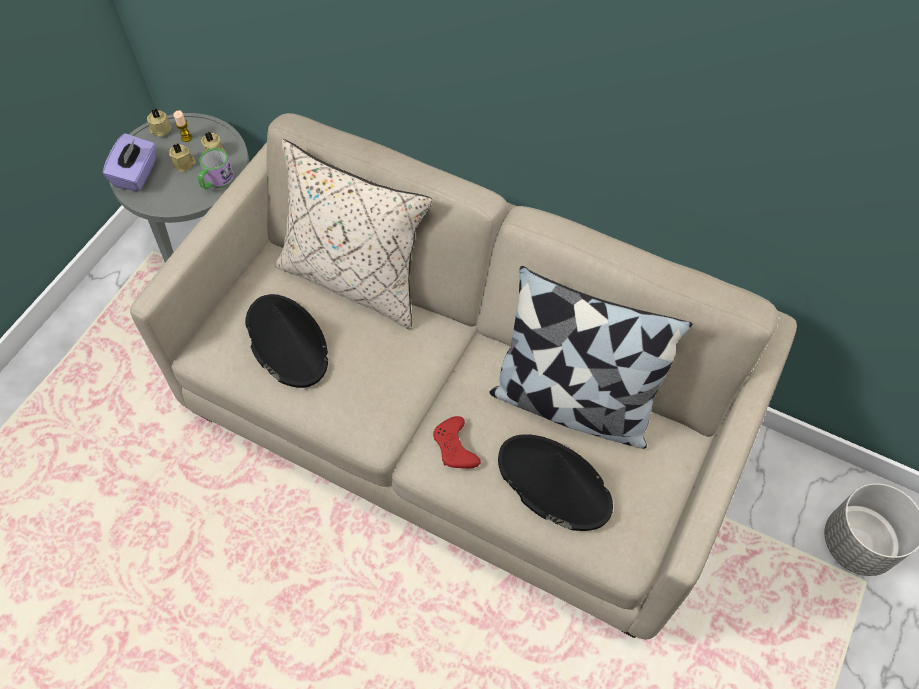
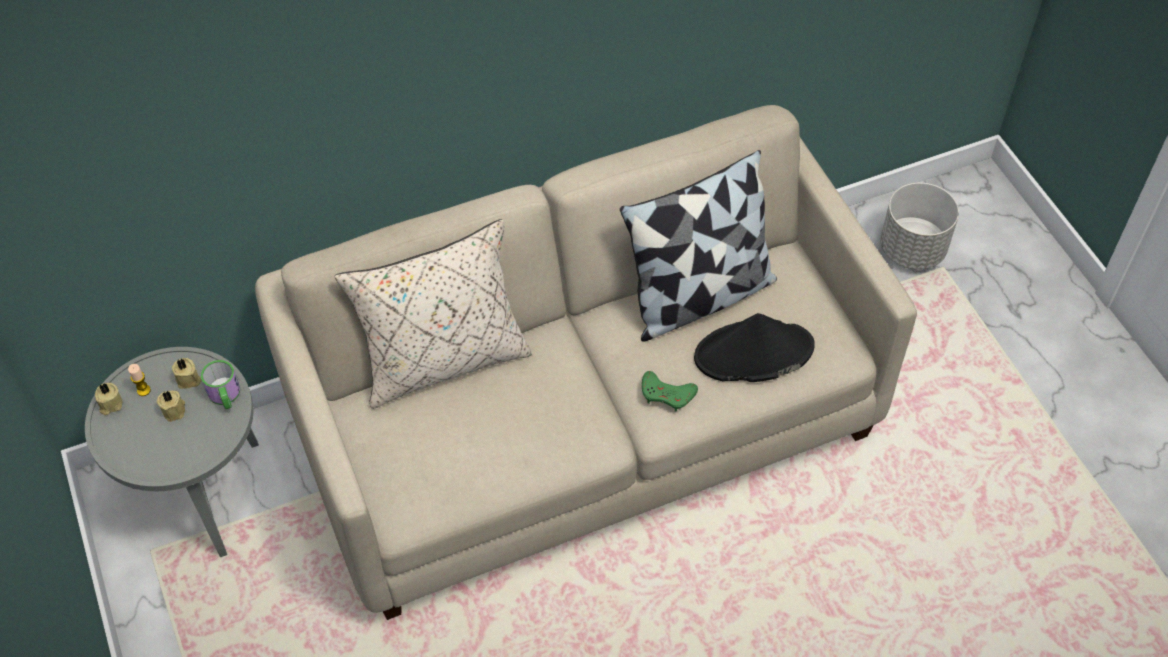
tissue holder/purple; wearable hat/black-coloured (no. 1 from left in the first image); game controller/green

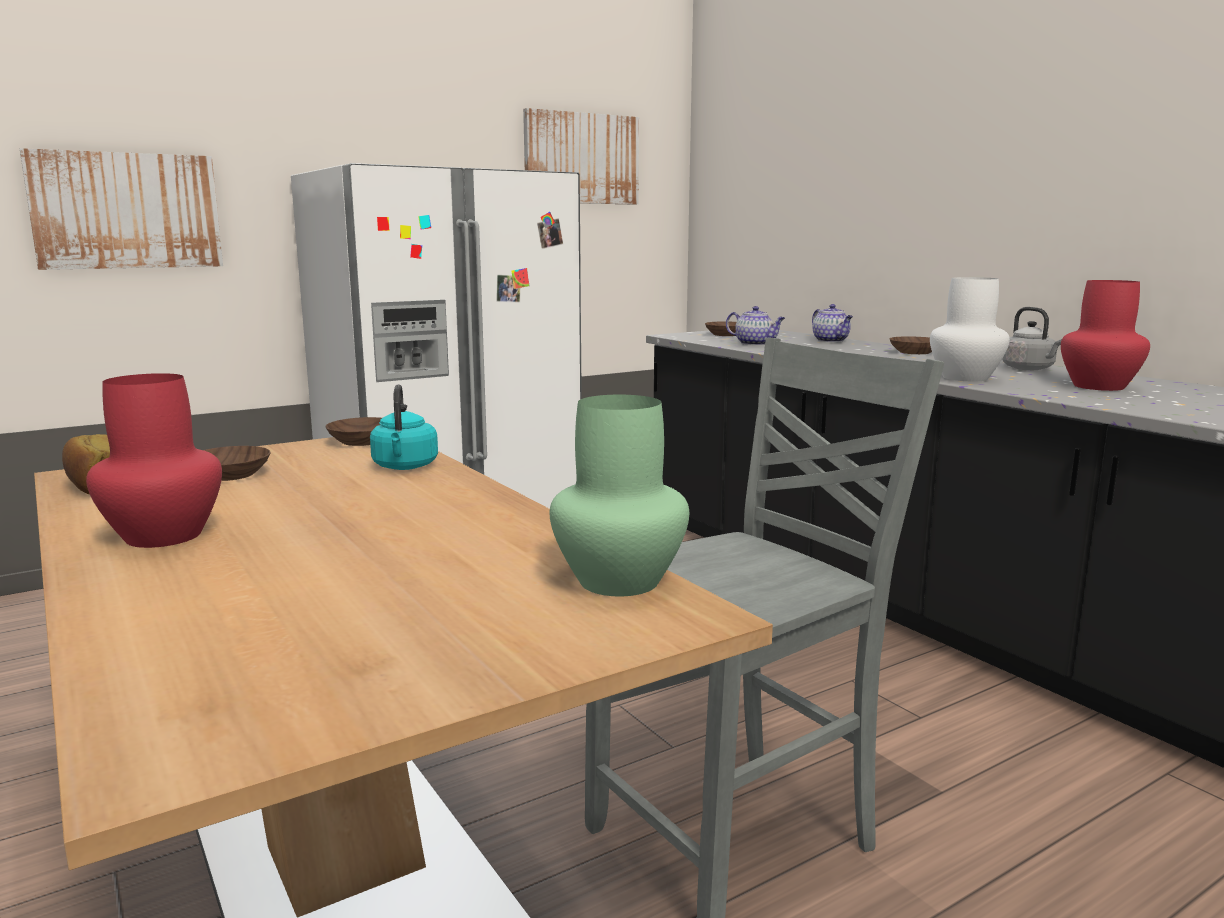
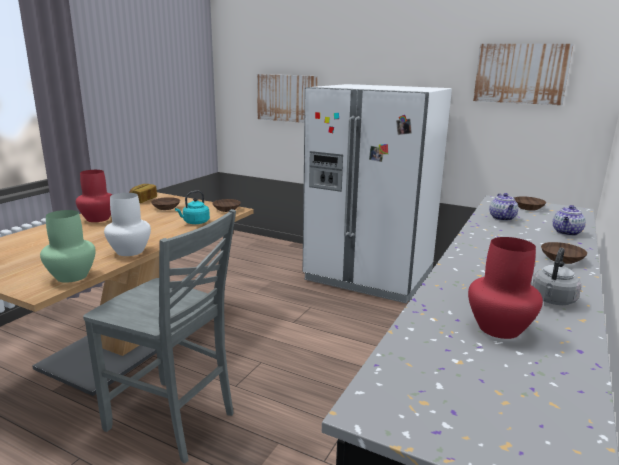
vase/white-coloured

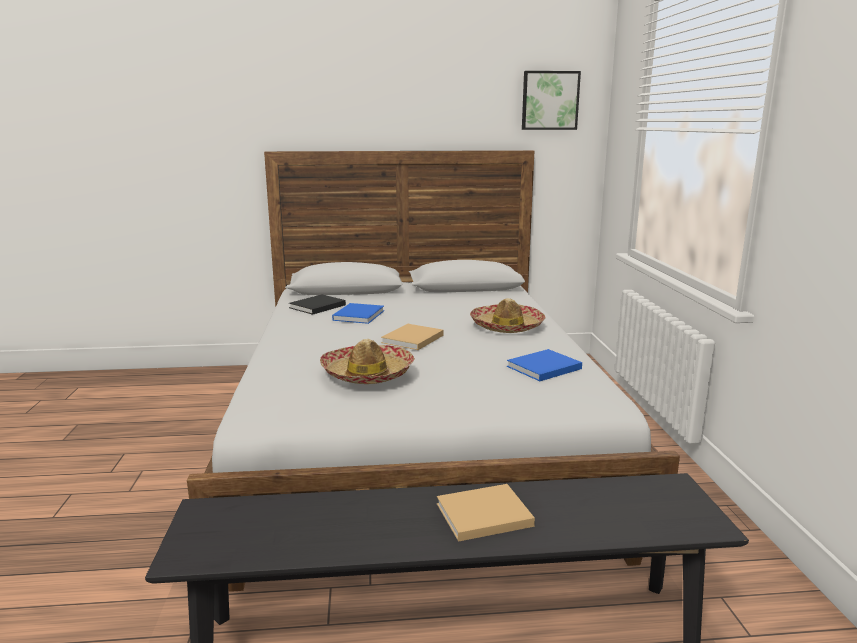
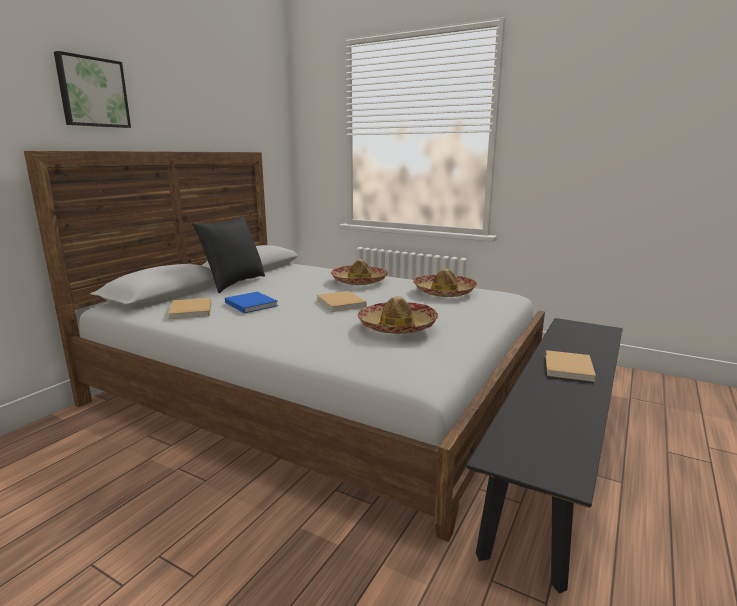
bound book/beige (no. 1 from left); wearable hat (no. 3 from left); wall art; pillow/black-coloured

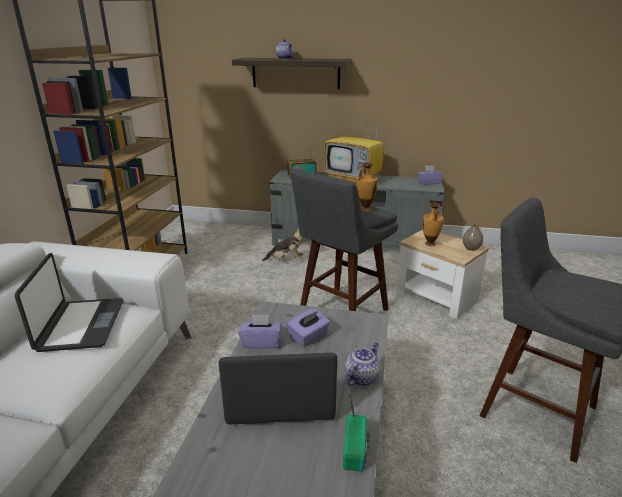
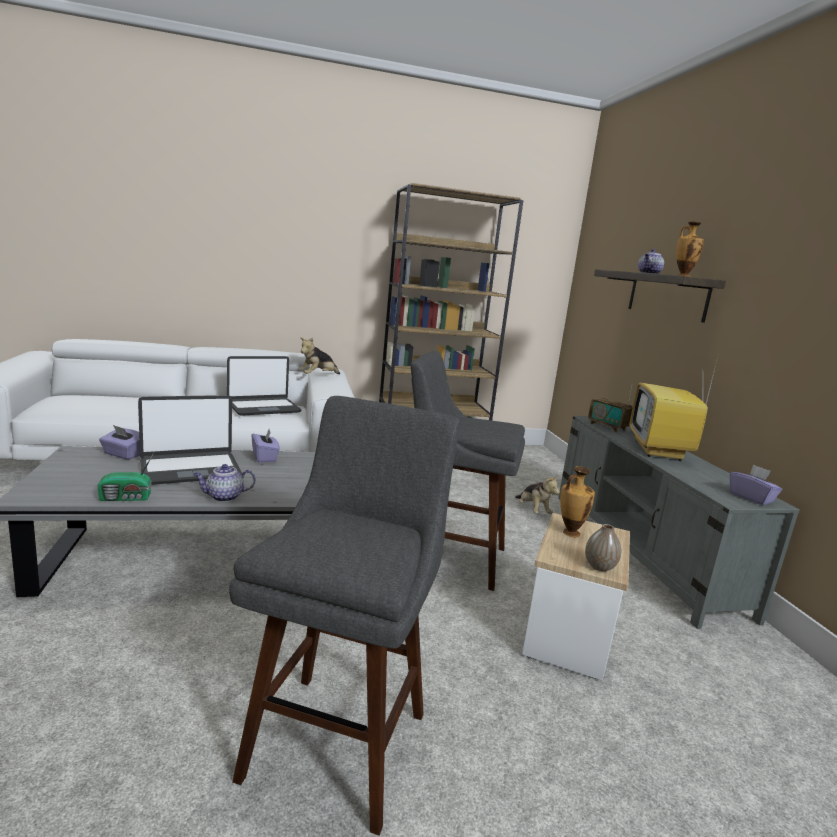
notebook computer (no. 1 from left); tissue holder/purple (no. 1 from left); tea pot (no. 1 from left); vase (no. 3 from left); plush toy (no. 1 from left)

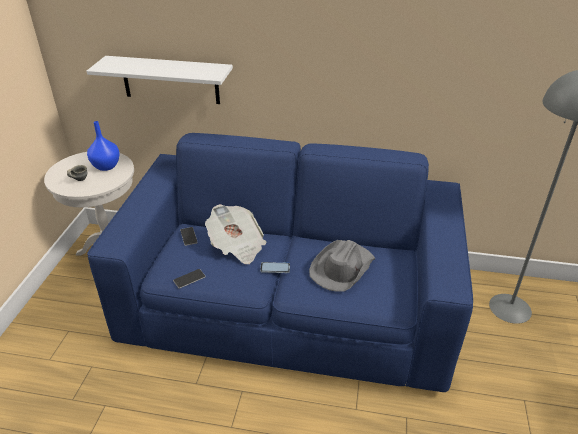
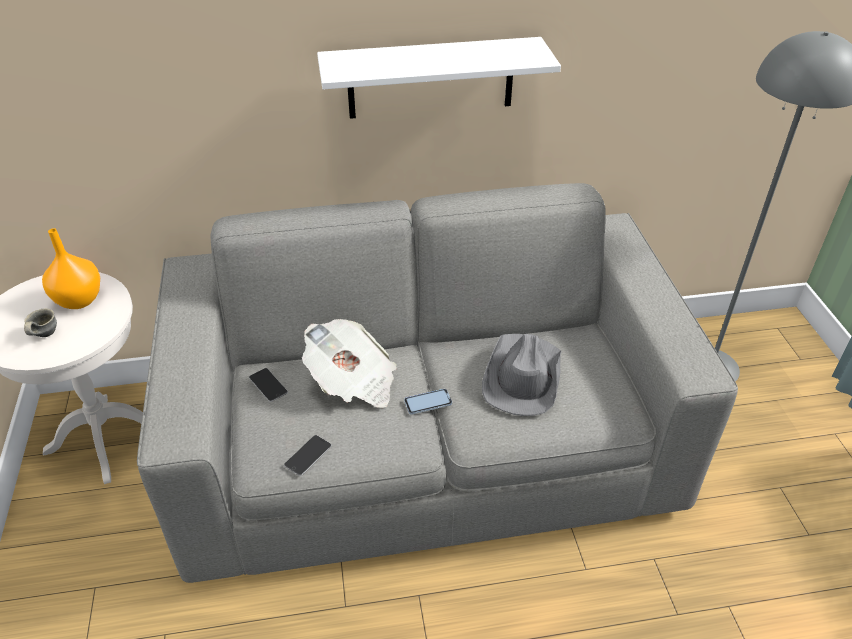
shelf/white-coloured; vase/orange-coloured; settee/gray

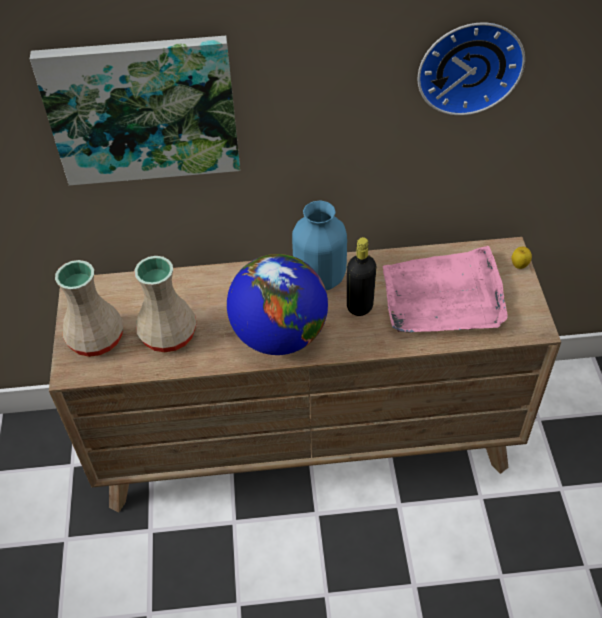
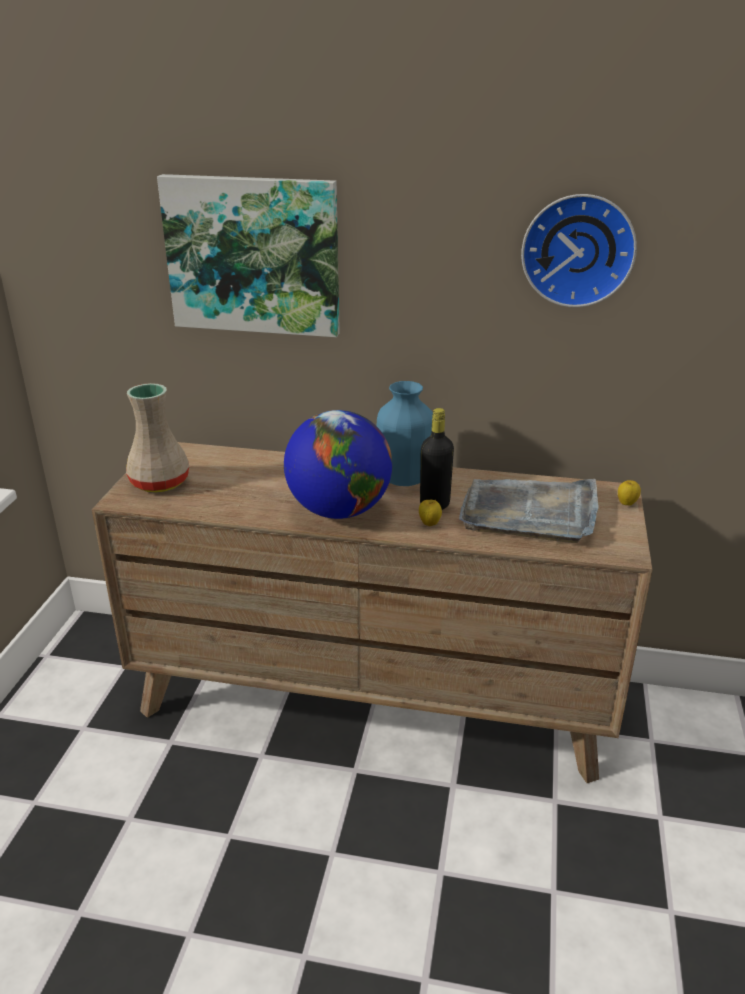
vase/beige (no. 2 from left in the first image); carrying tray/gray; apple fruit (no. 1 from left)

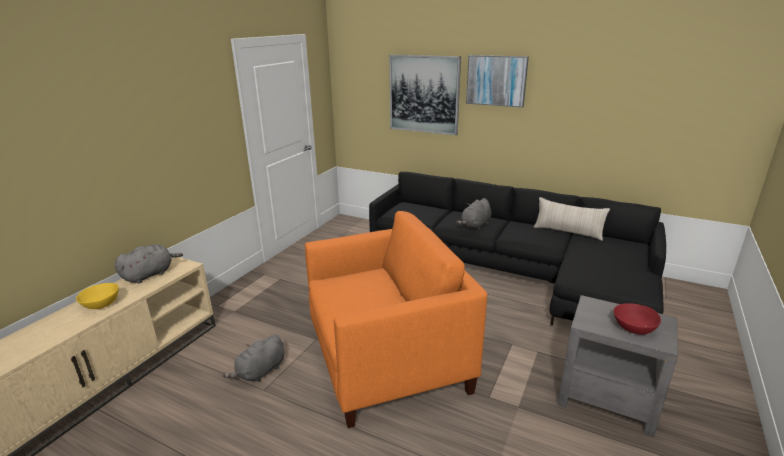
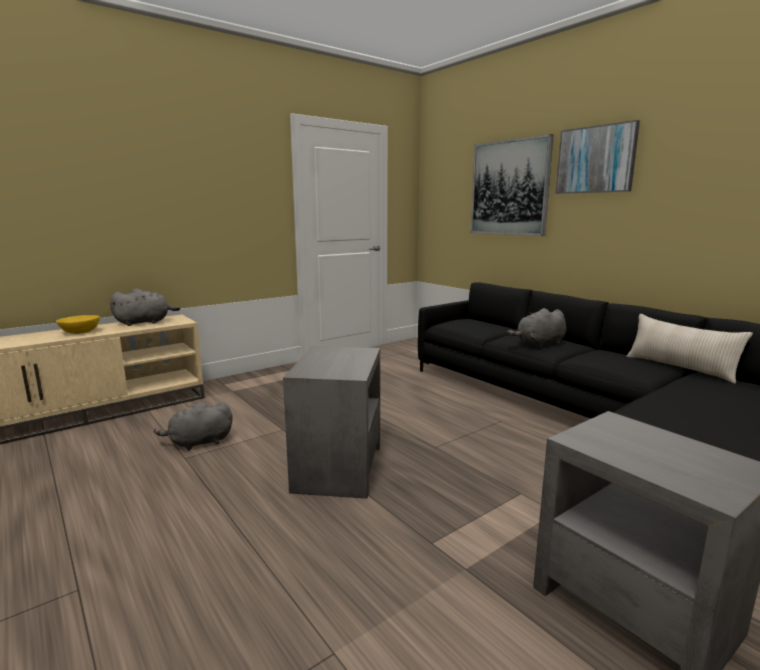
end table/gray (no. 1 from left); serving bowl/red

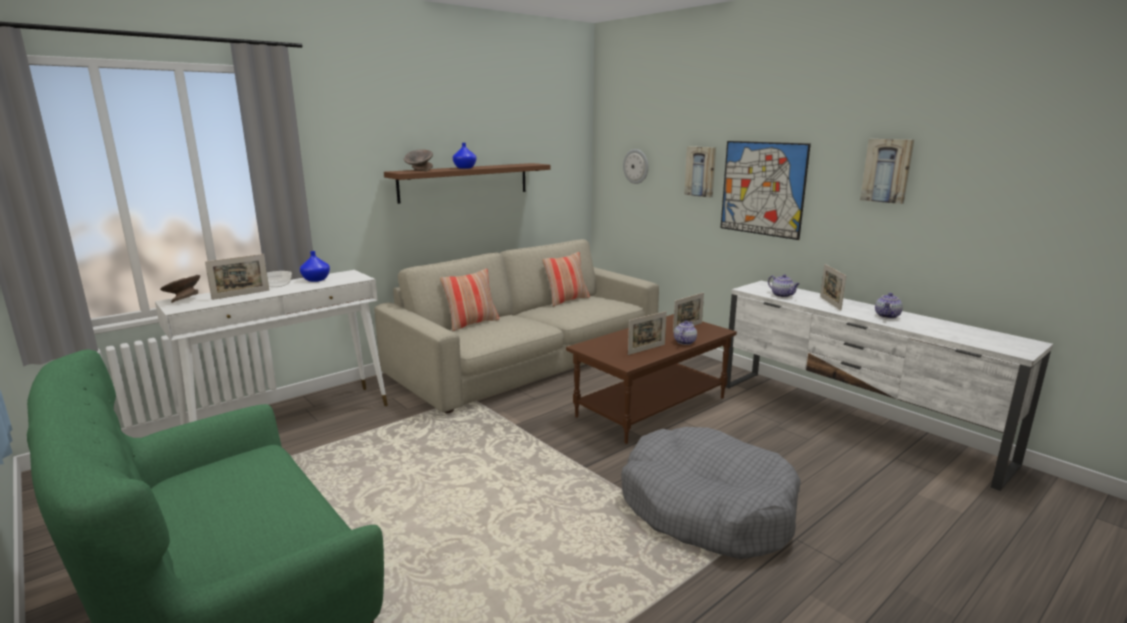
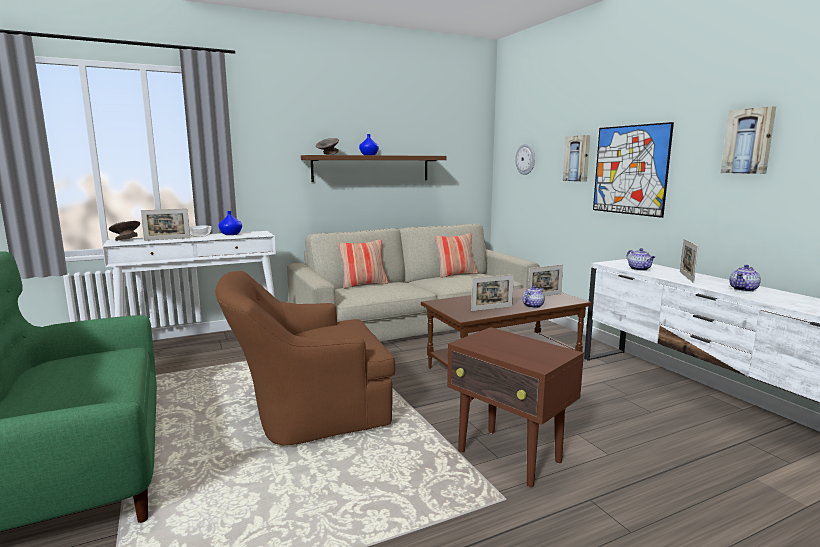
end table/brown; armchair/brown

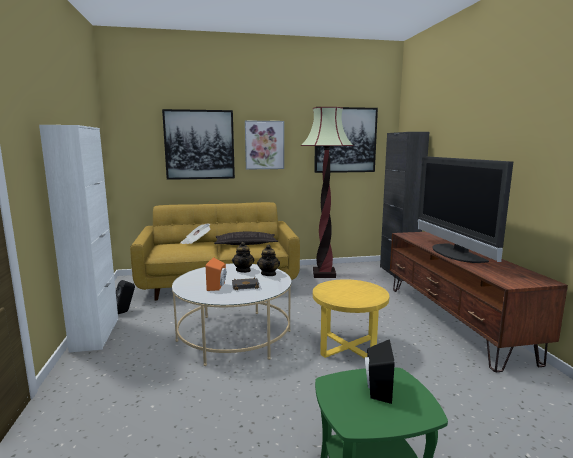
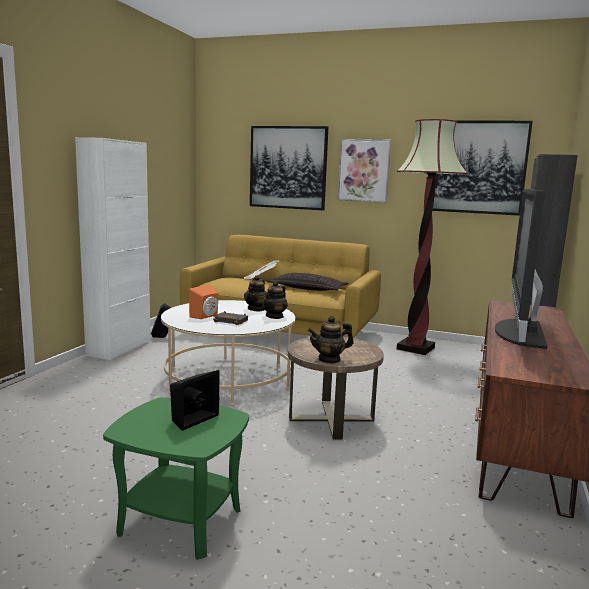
end table/brown; tea pot (no. 3 from left)

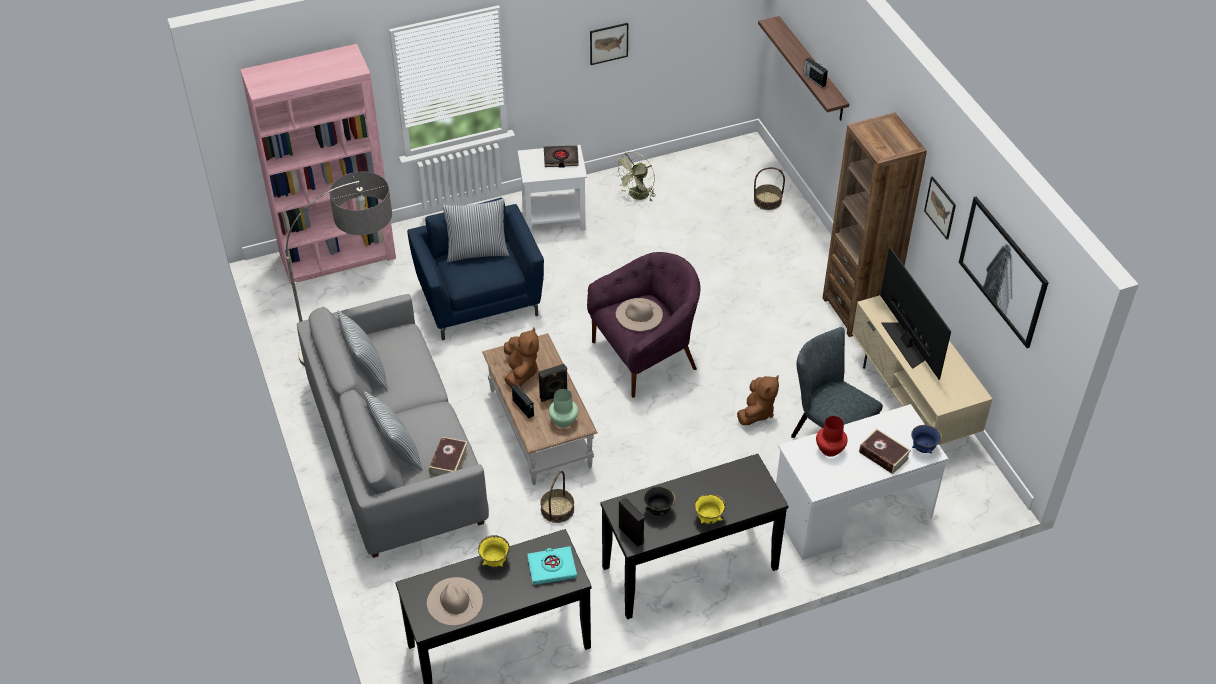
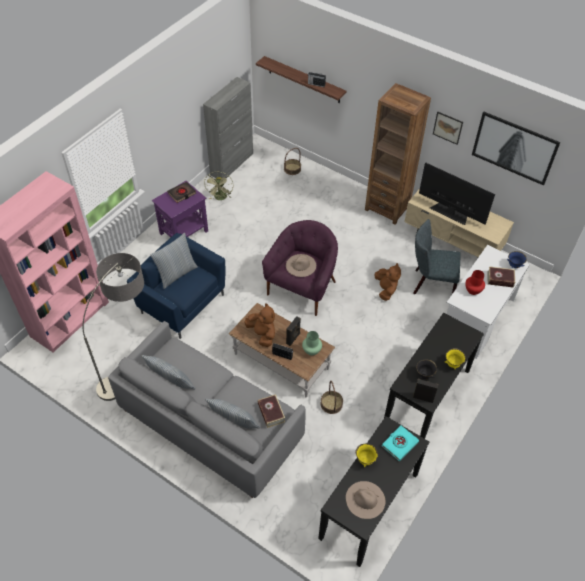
end table/purple; wall art (no. 1 from left in the first image); cupboard/gray

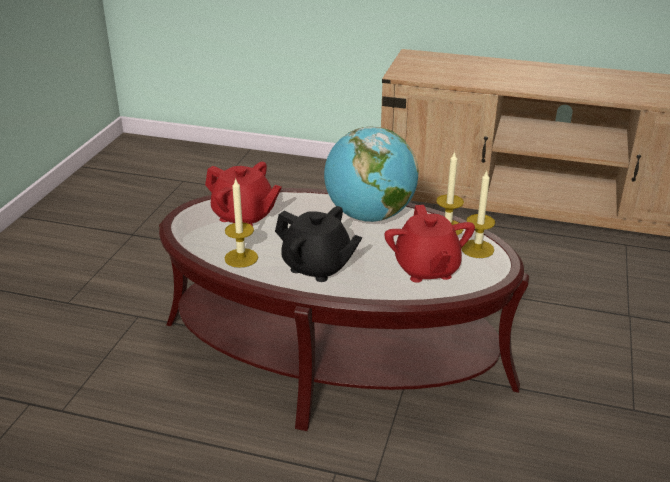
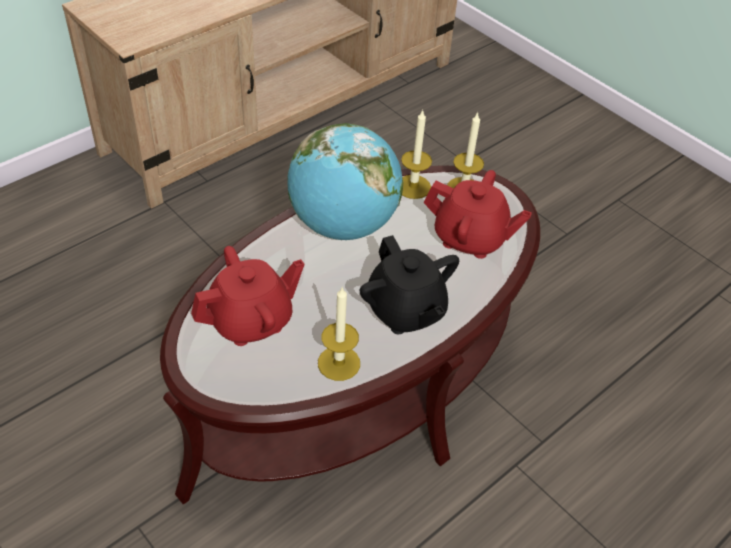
tea pot/black-coloured

